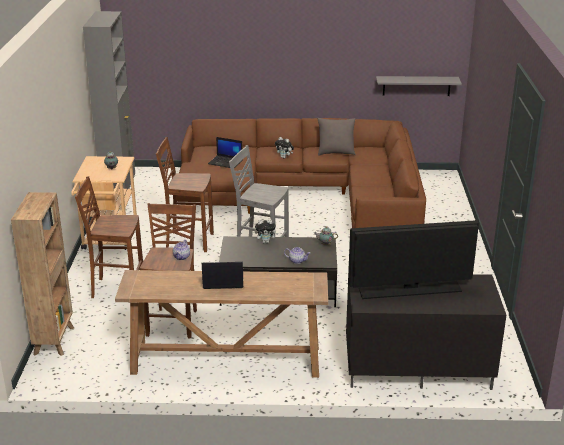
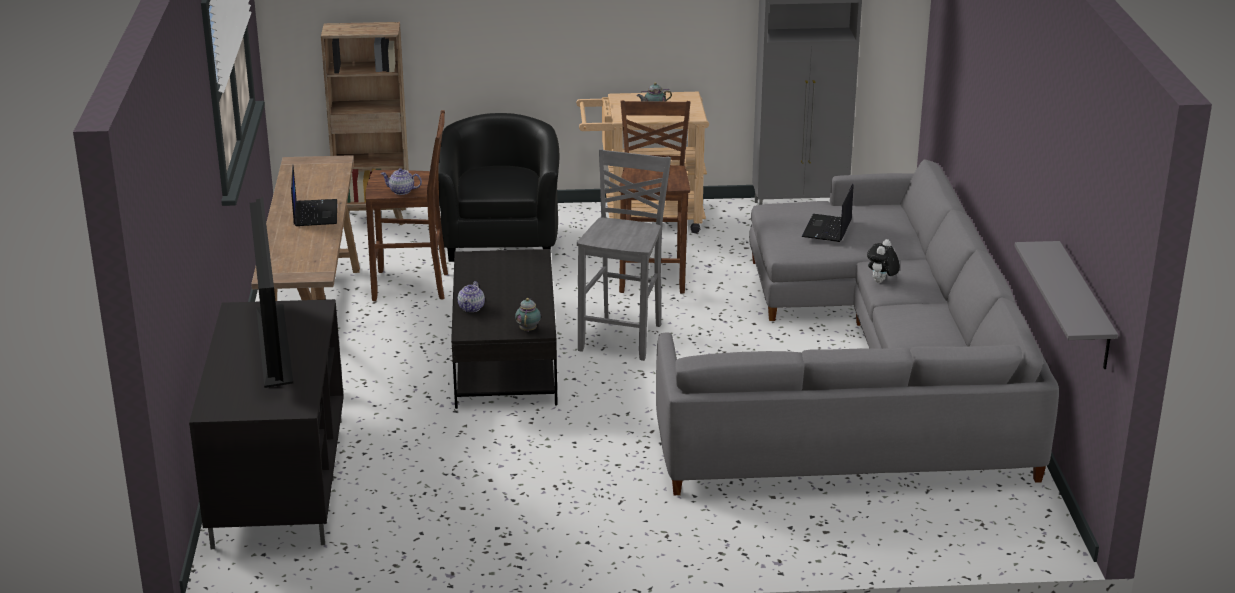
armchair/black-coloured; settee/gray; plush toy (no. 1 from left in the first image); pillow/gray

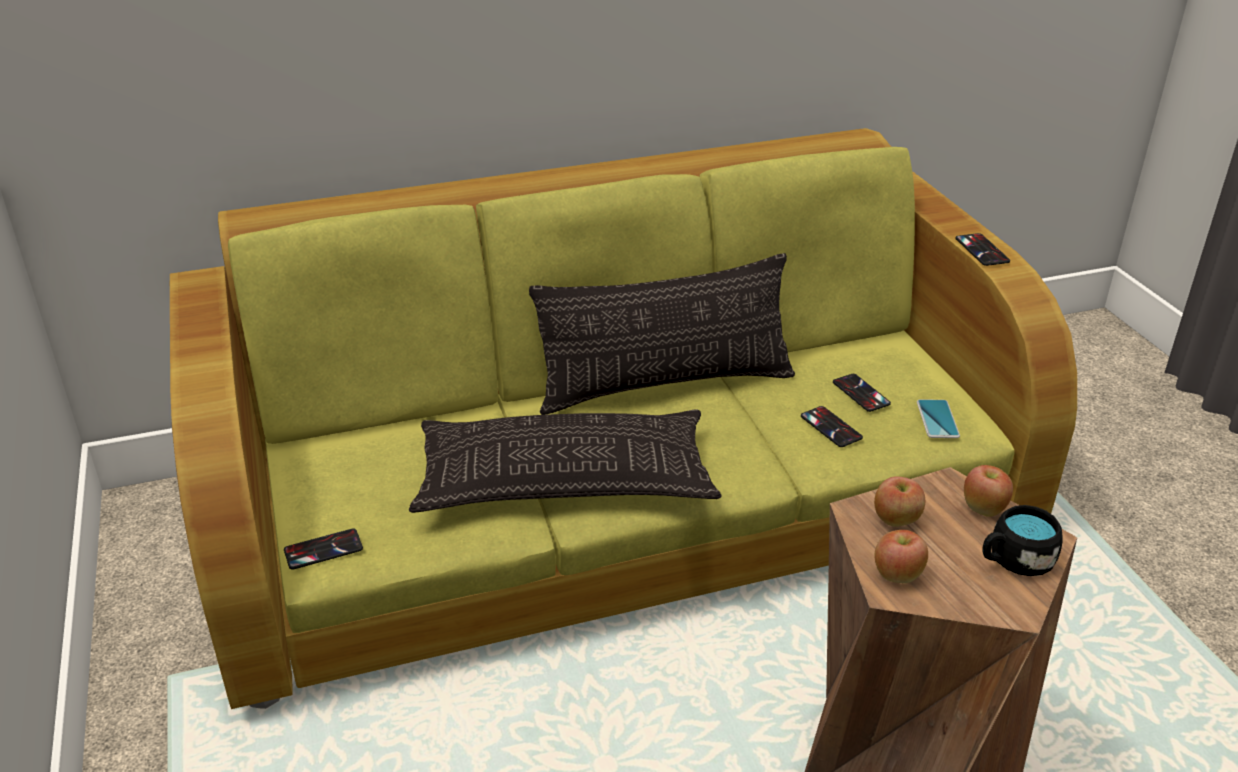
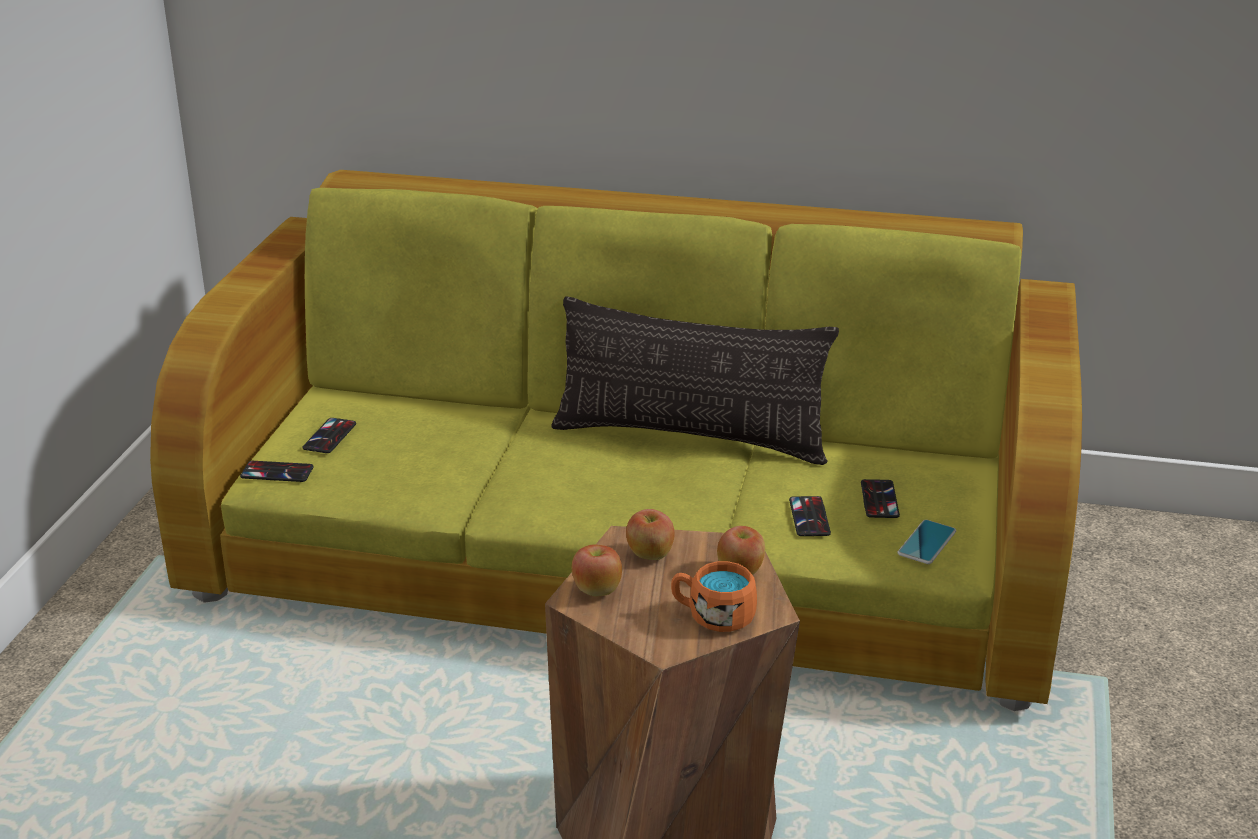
pillow (no. 1 from left in the first image); phone (no. 2 from left); coffee mug/orange-coloured

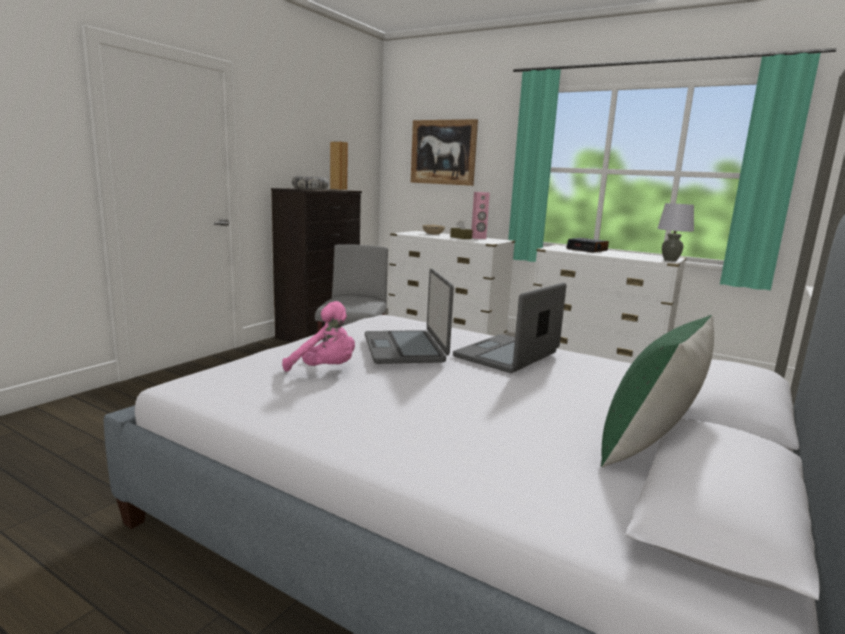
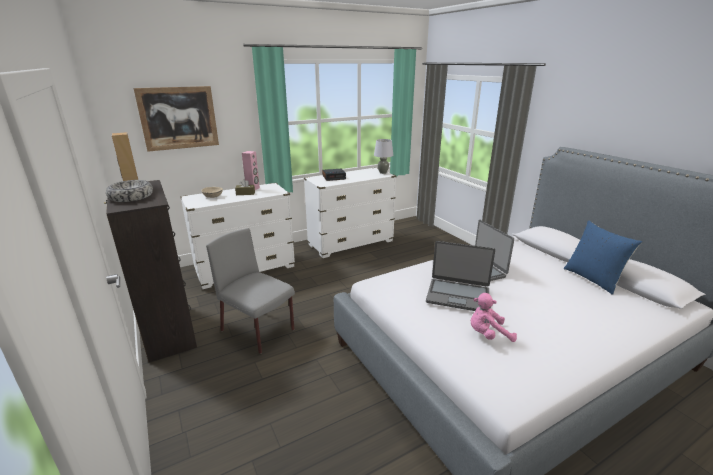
plush toy/pink-coloured; pillow/bluish

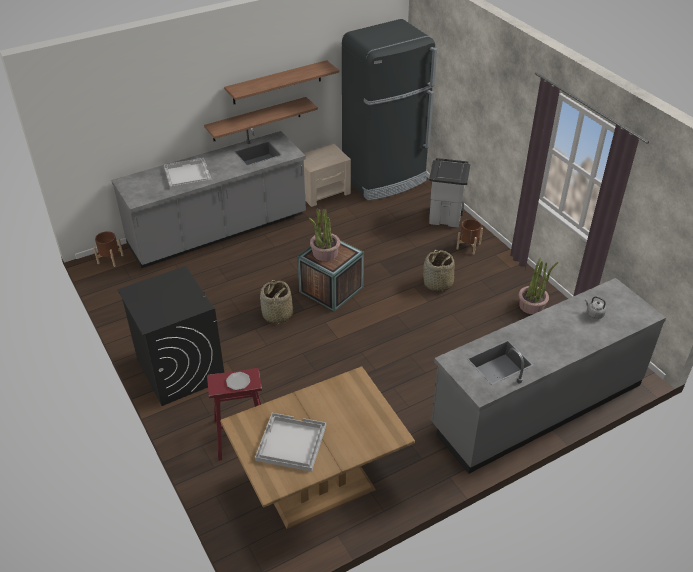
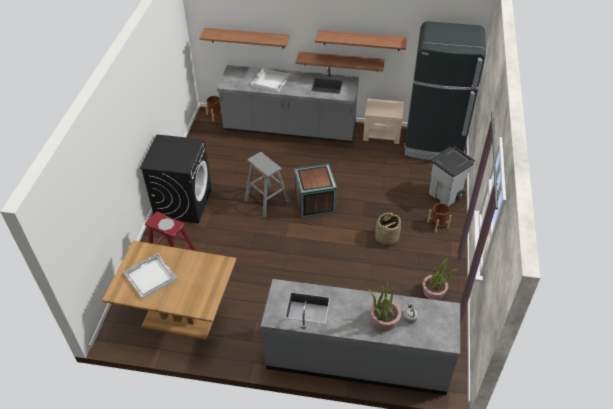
stool/gray; plant in a pot (no. 1 from left); shelf (no. 1 from left)

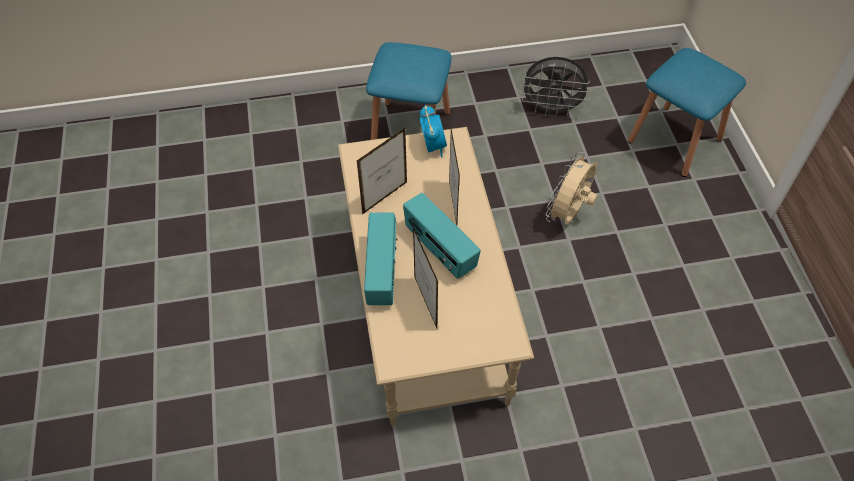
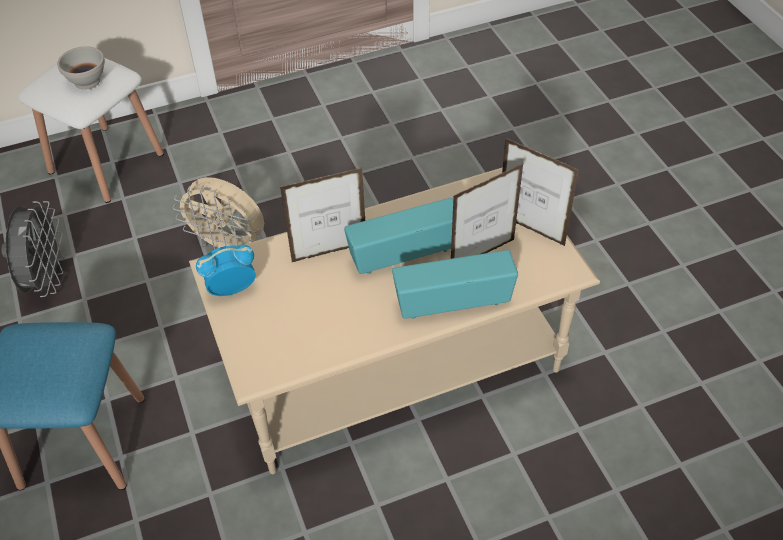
standing frame (no. 3 from left); radio receiver (no. 1 from left); stool/white-coloured; serving bowl/white-coloured

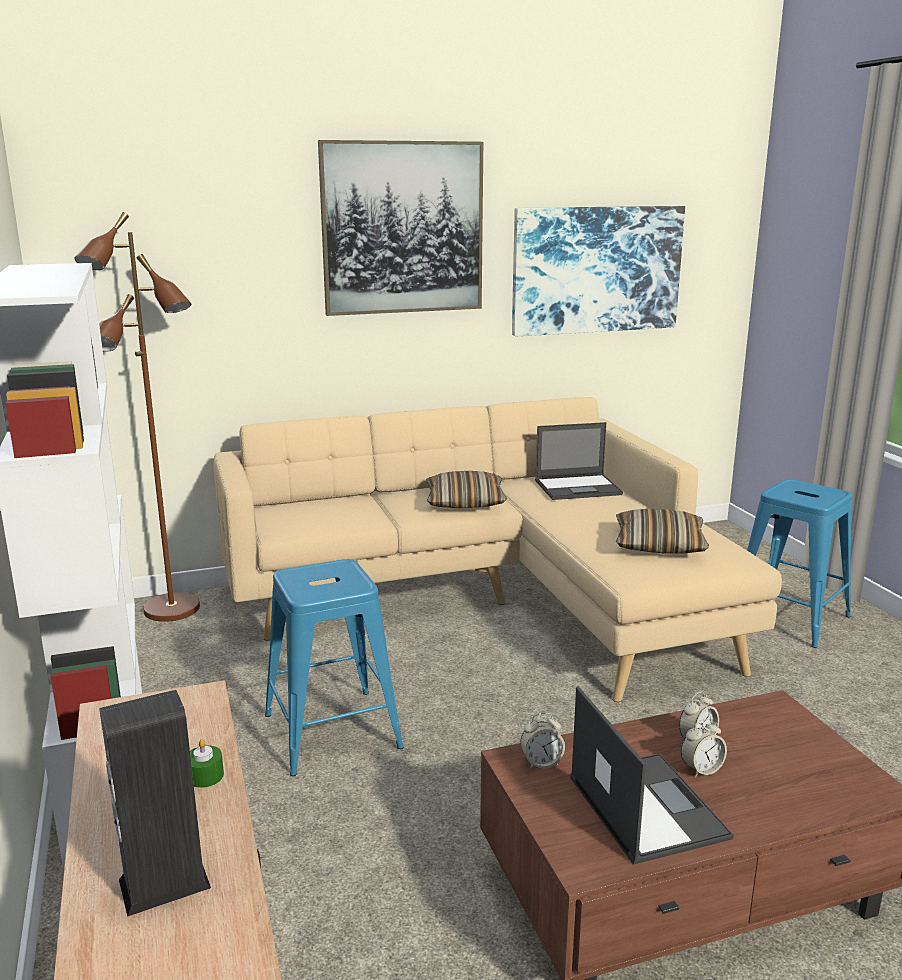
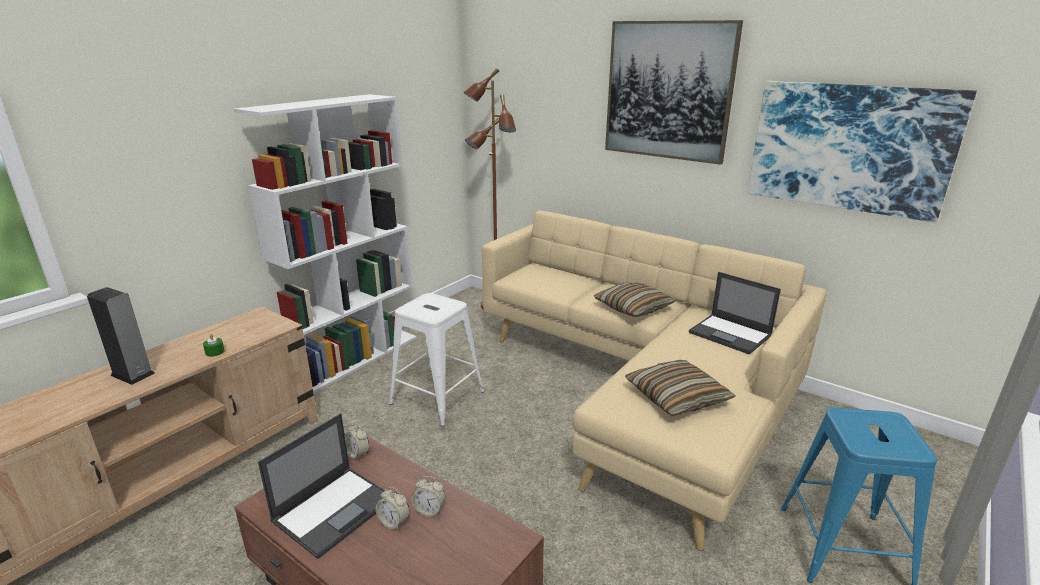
stool/white-coloured

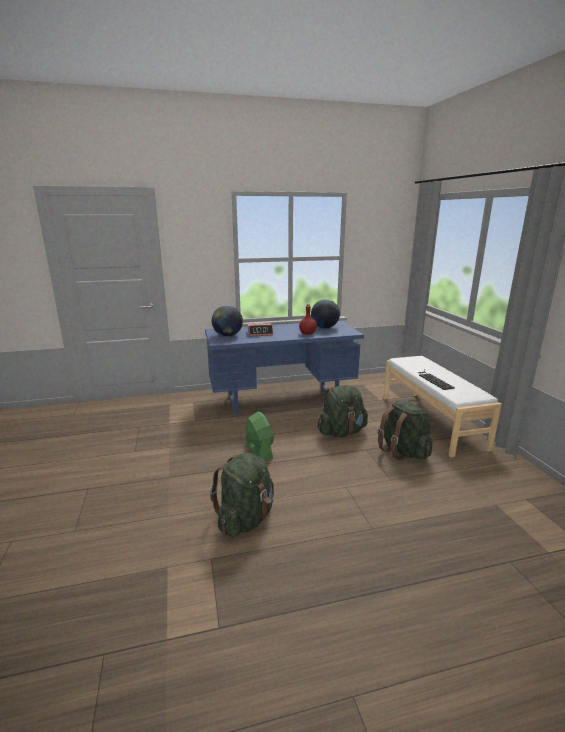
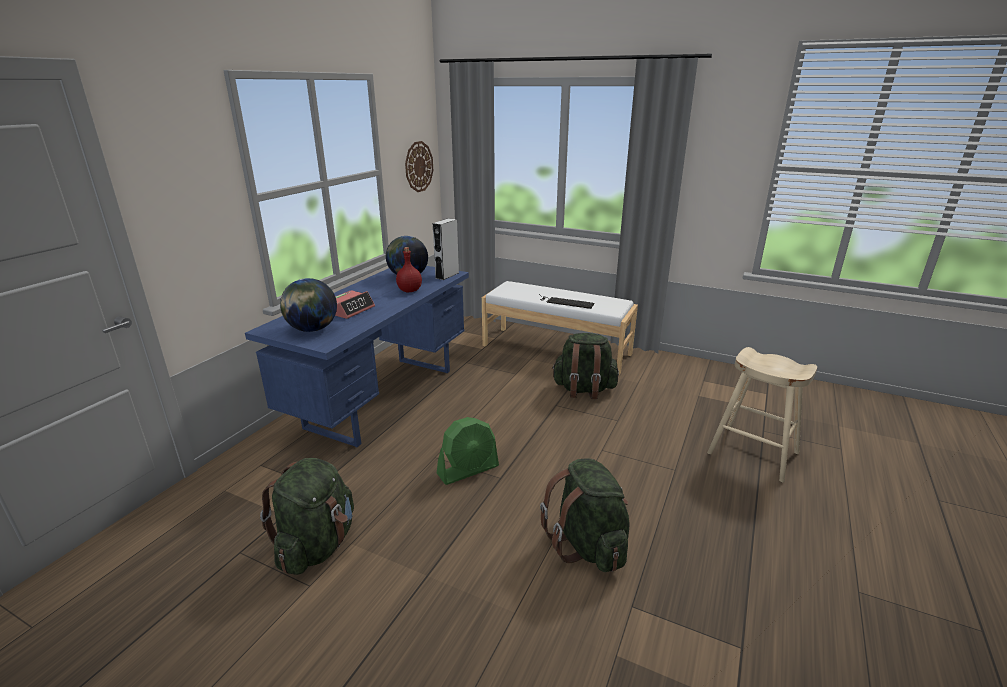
electric fan/green; backpack/green (no. 1 from left); hanging clock; loudspeaker/gray; stool/beige

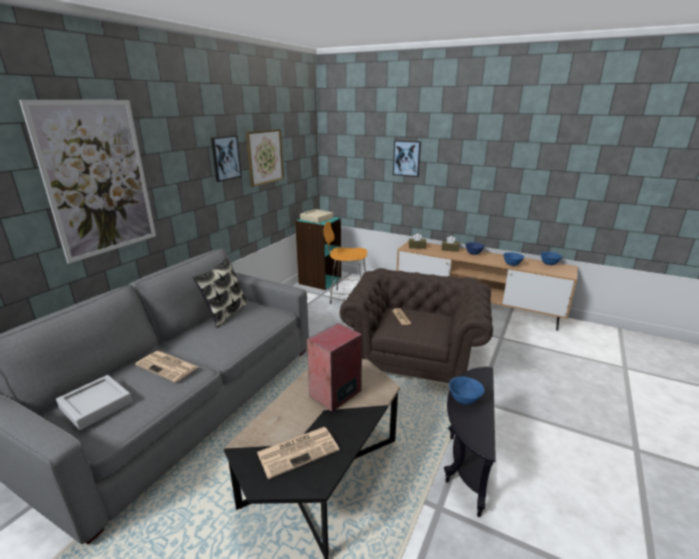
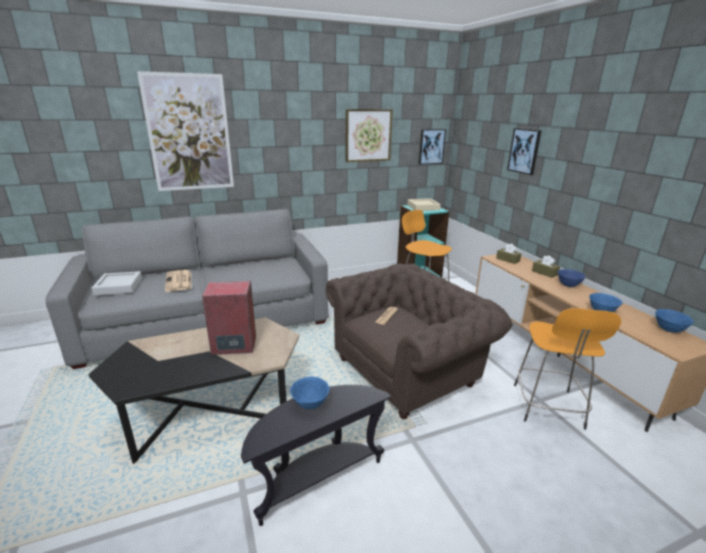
pillow; wall art (no. 3 from left); daily paper (no. 2 from left in the first image); stool/orange-coloured (no. 2 from left)

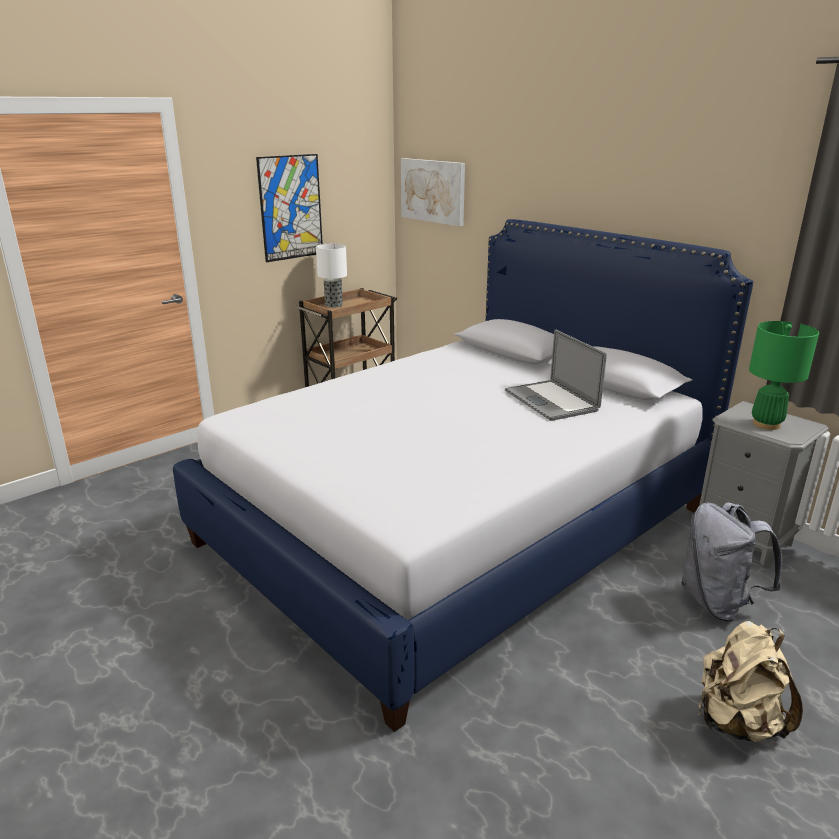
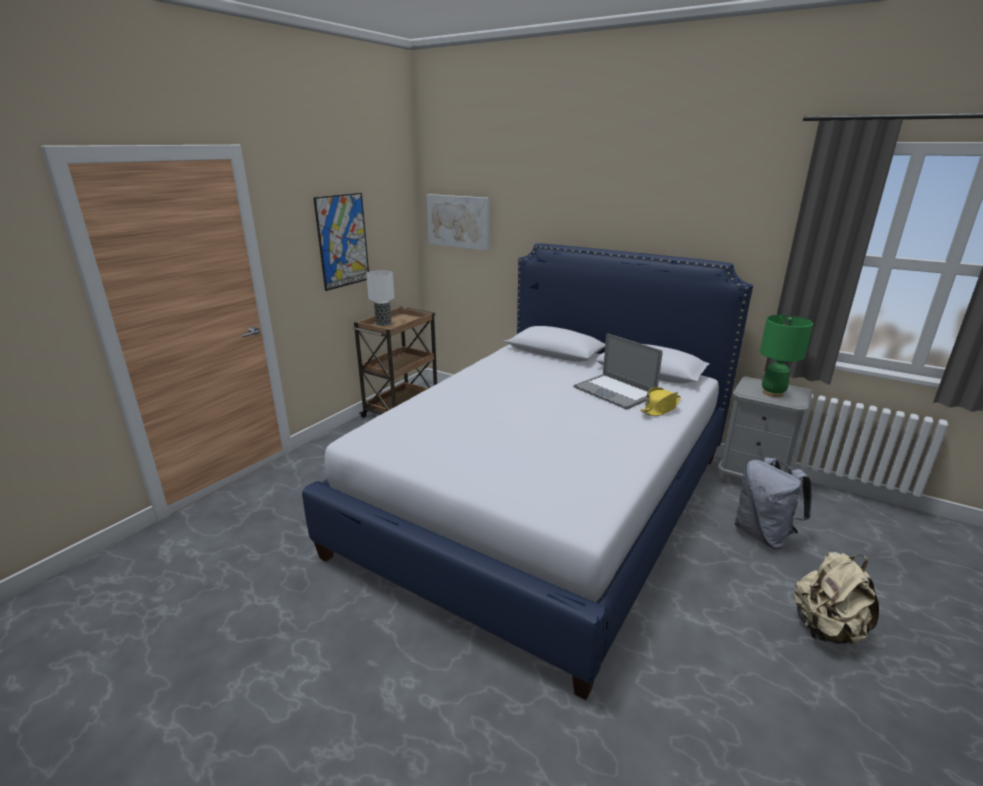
wearable hat/yellow

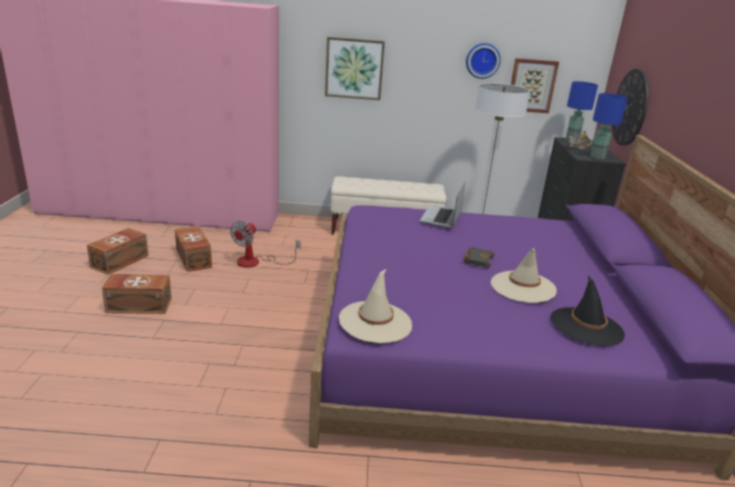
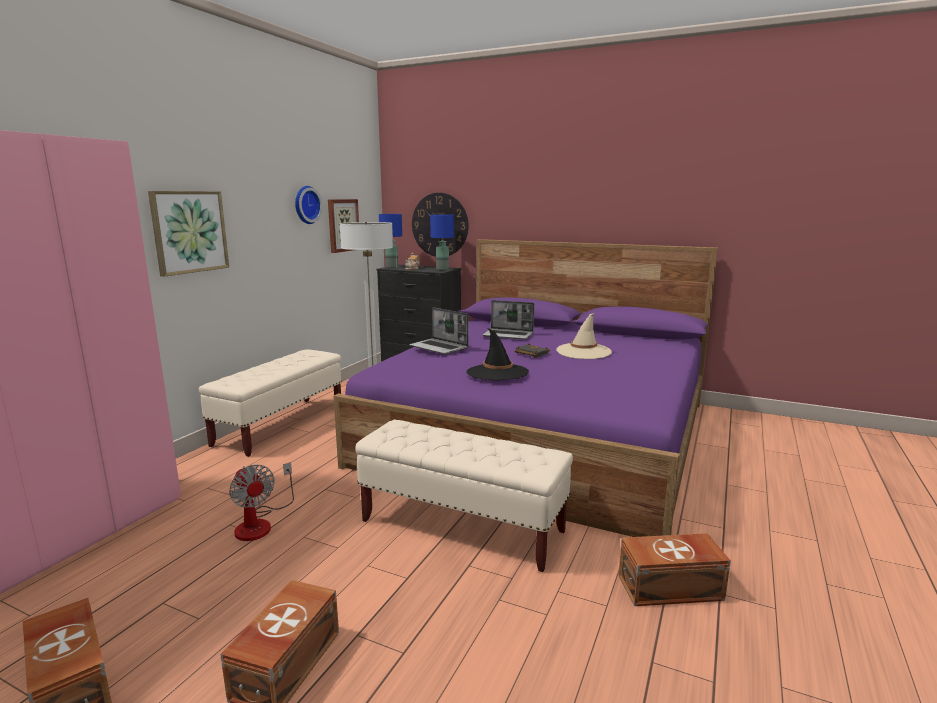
storage container/brown (no. 3 from left); wearable hat/beige (no. 1 from left in the first image); wearable hat/black-coloured; bench/beige (no. 2 from left); notebook computer (no. 2 from left)

